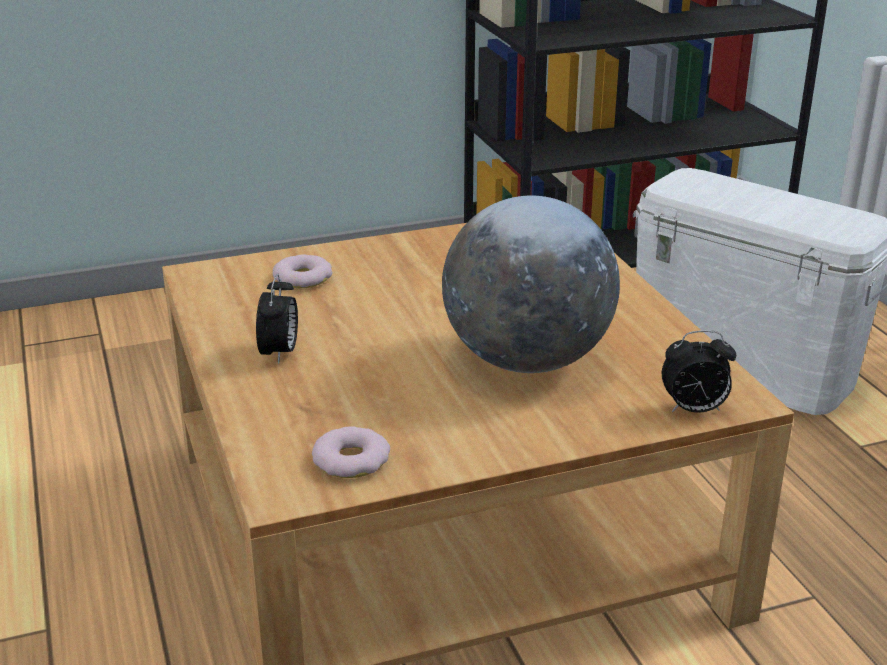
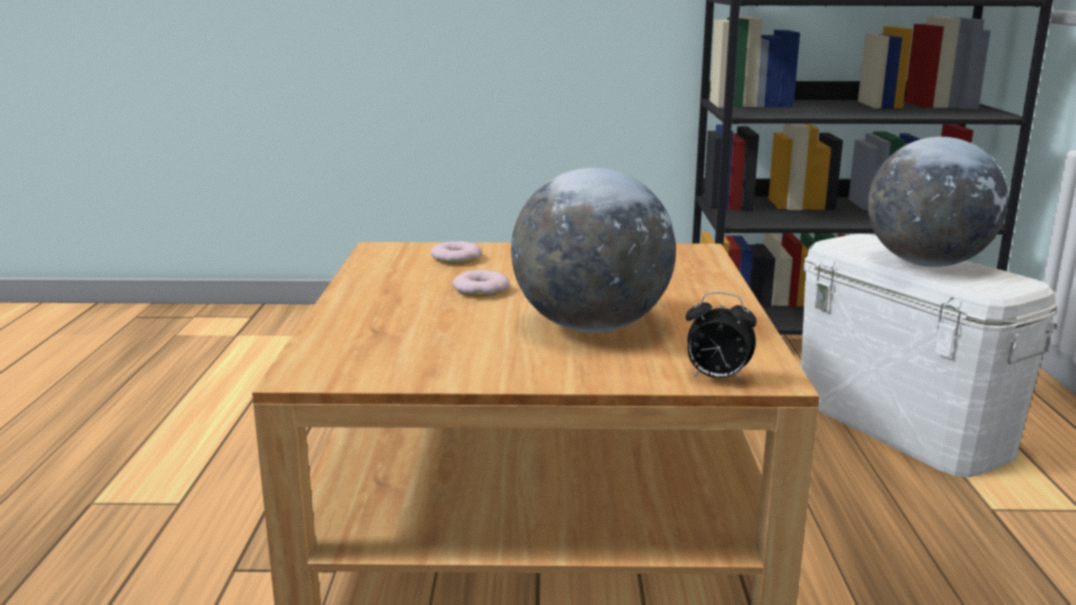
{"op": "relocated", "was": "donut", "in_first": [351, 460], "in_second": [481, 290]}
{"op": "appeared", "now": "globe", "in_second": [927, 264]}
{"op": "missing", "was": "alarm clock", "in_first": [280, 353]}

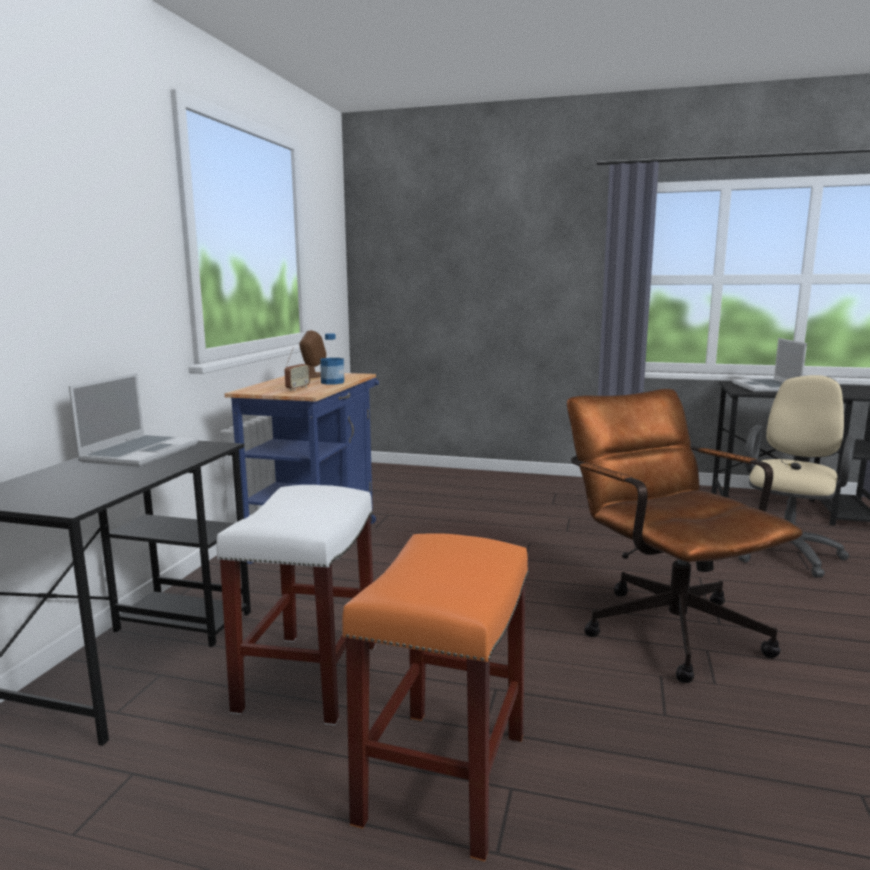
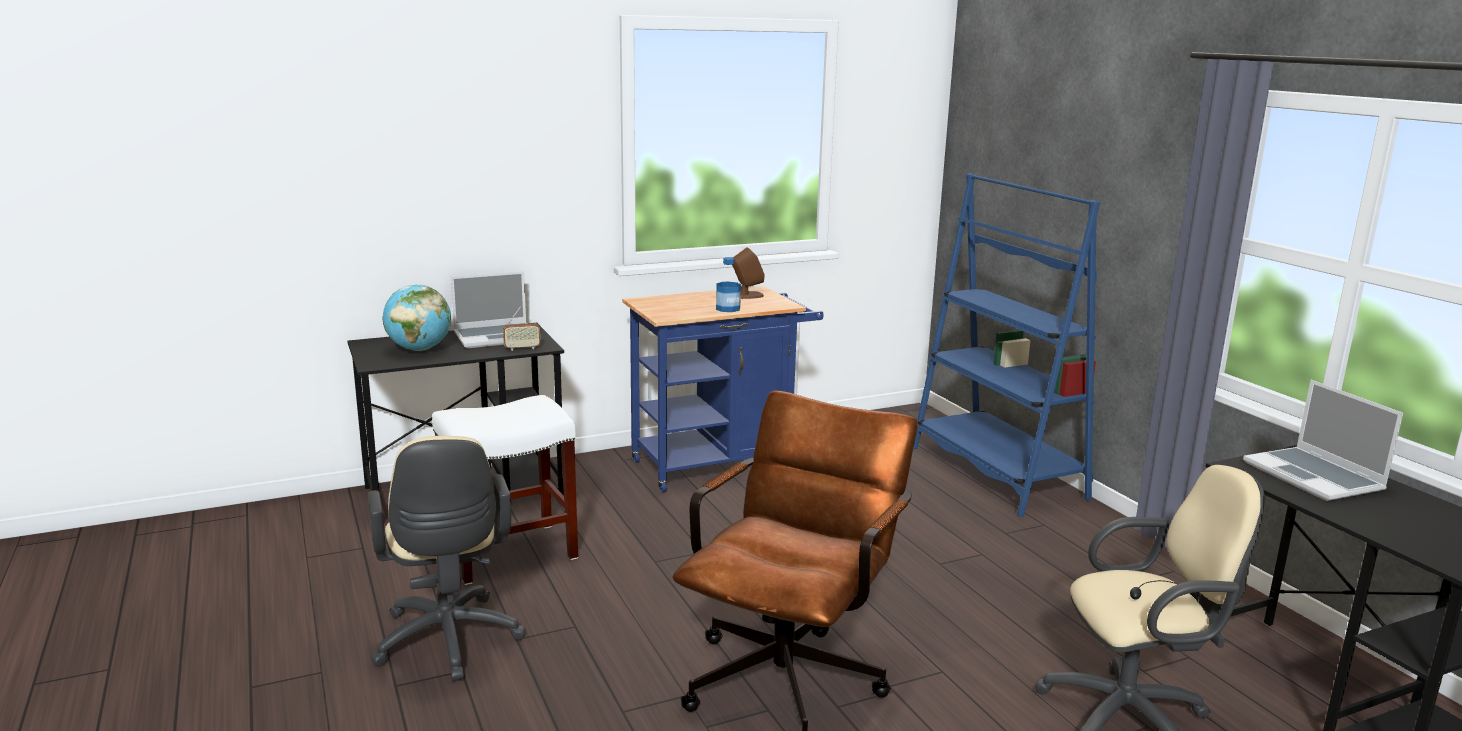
{"op": "exchanged", "was": "stool (orange)", "now": "office chair (beige)", "in_first": [444, 778], "in_second": [448, 643]}
{"op": "appeared", "now": "globe", "in_second": [419, 349]}
{"op": "relocated", "was": "radio", "in_first": [298, 389], "in_second": [522, 348]}
{"op": "appeared", "now": "bookcase (blue)", "in_second": [996, 473]}
{"op": "spun", "was": "laptop", "in_first": [767, 388], "in_second": [1315, 477], "clockwise": -75}

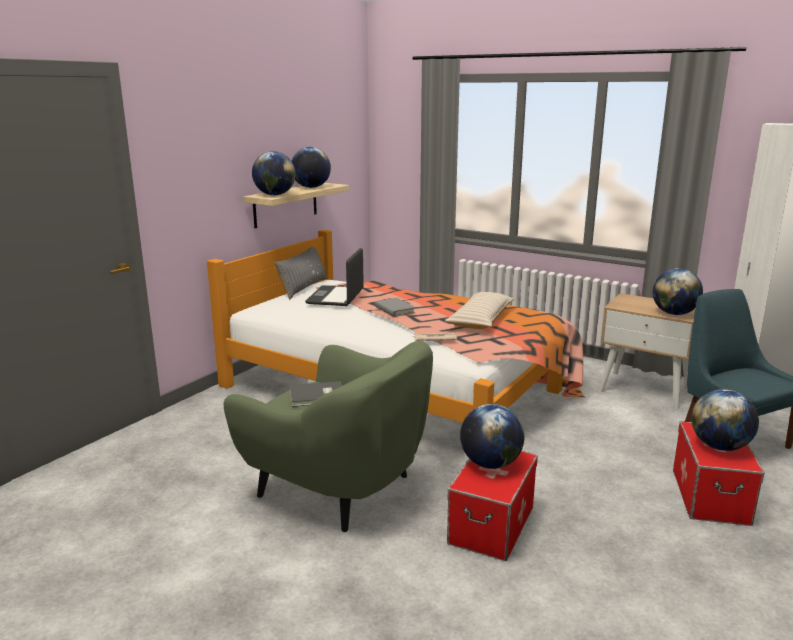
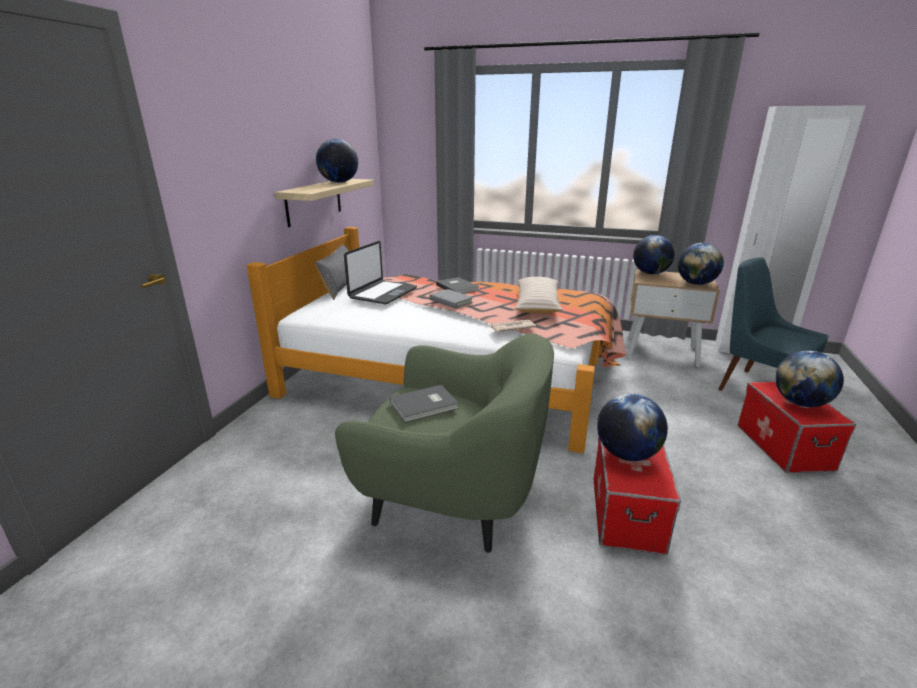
{"op": "spun", "was": "laptop", "in_first": [336, 297], "in_second": [382, 293], "clockwise": -150}
{"op": "appeared", "now": "book (grey)", "in_second": [458, 287]}
{"op": "relocated", "was": "globe", "in_first": [275, 195], "in_second": [650, 273]}

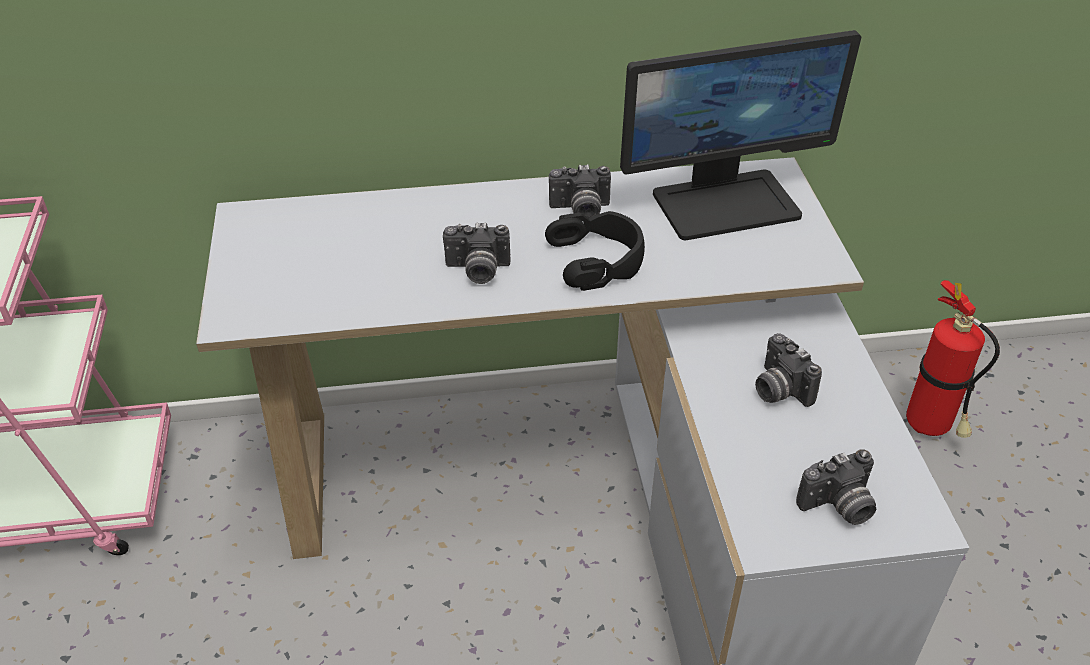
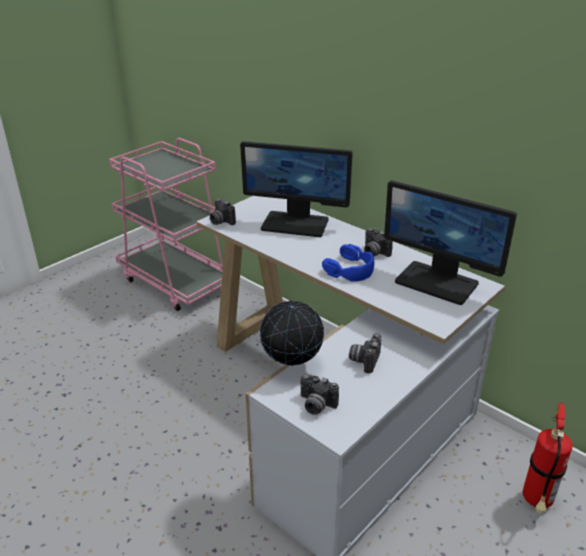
{"op": "relocated", "was": "photo camera", "in_first": [477, 271], "in_second": [221, 221]}
{"op": "appeared", "now": "monitor", "in_second": [296, 223]}
{"op": "appeared", "now": "globe", "in_second": [291, 364]}
{"op": "colour", "was": "headphones (black)", "now": "headphones (blue)", "in_first": [598, 260], "in_second": [350, 269]}

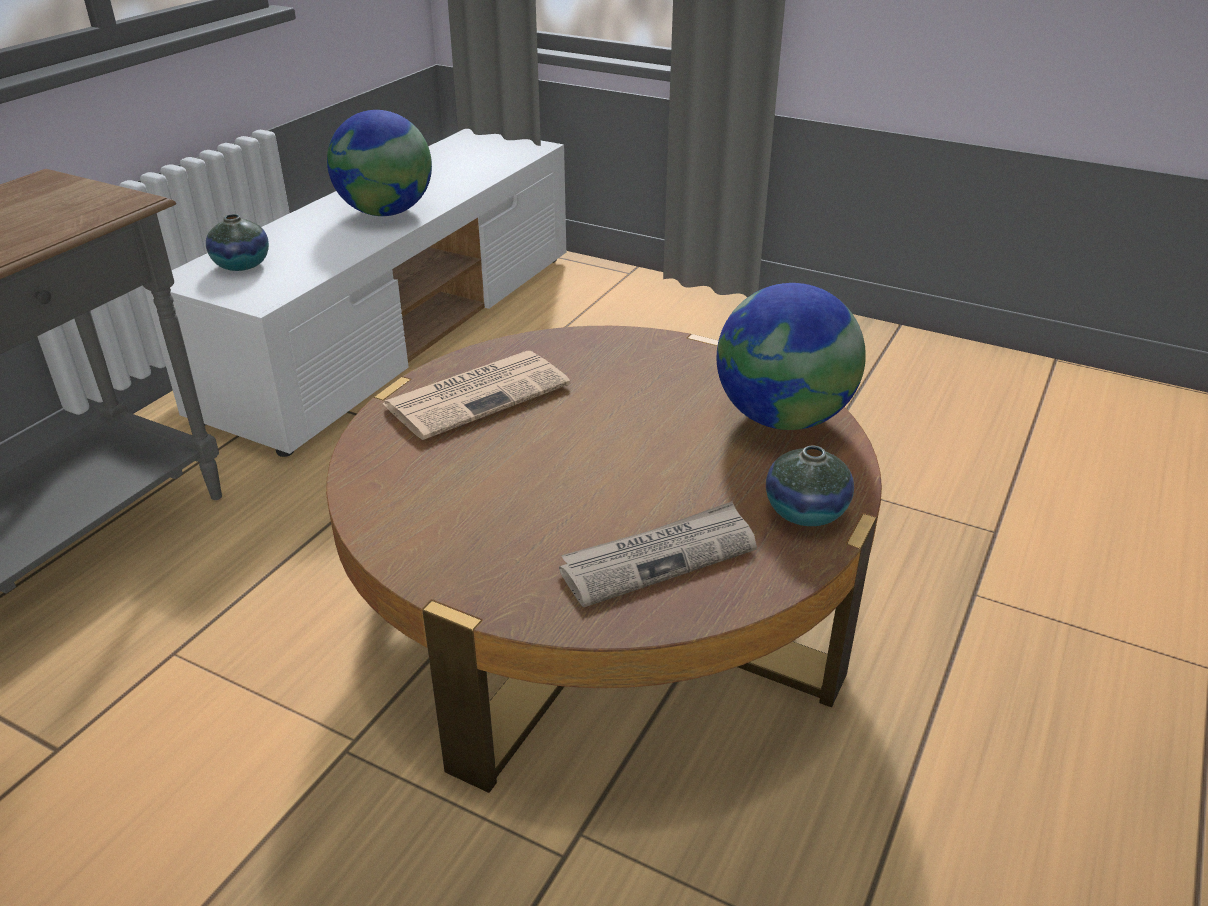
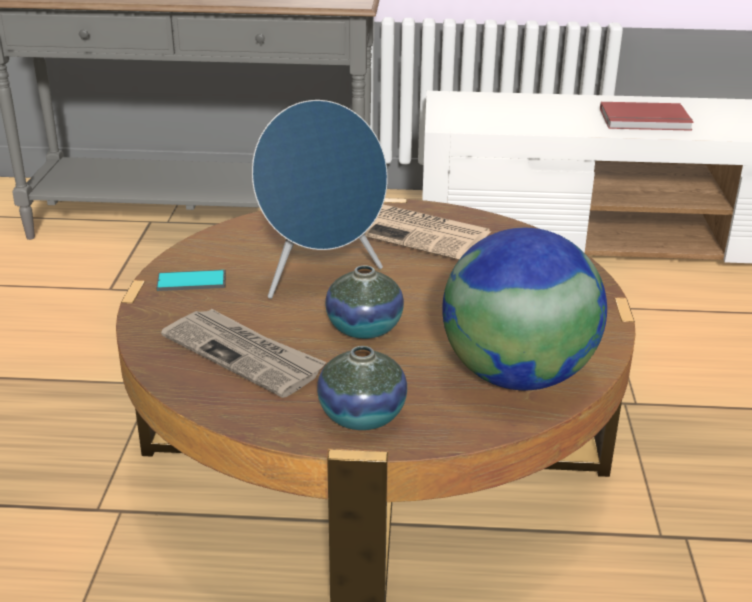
{"op": "appeared", "now": "phone", "in_second": [191, 281]}
{"op": "appeared", "now": "speaker (blue)", "in_second": [320, 277]}
{"op": "relocated", "was": "vase", "in_first": [242, 265], "in_second": [364, 329]}
{"op": "exchanged", "was": "globe", "now": "book (red)", "in_first": [386, 212], "in_second": [645, 121]}

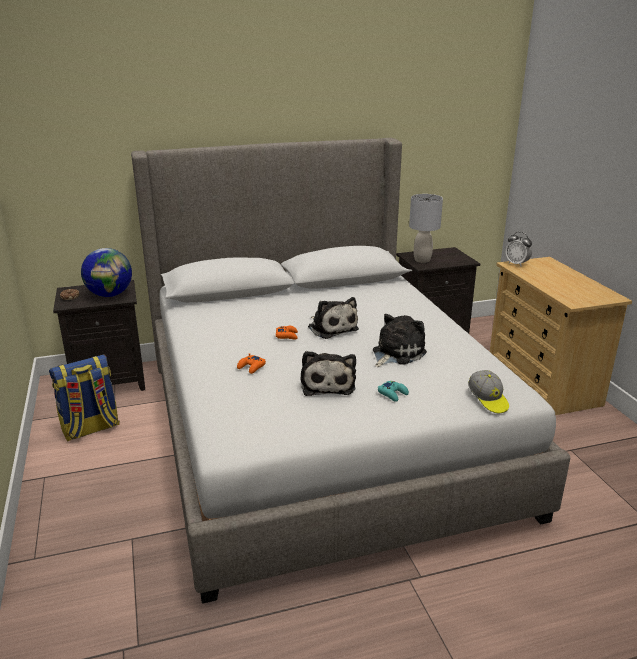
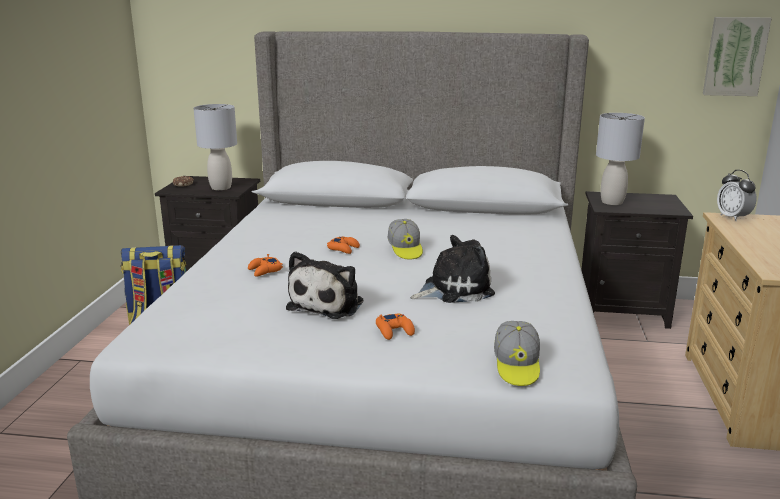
{"op": "exchanged", "was": "globe", "now": "table lamp (grey)", "in_first": [110, 295], "in_second": [221, 187]}
{"op": "colour", "was": "game controller (turquoise)", "now": "game controller (orange)", "in_first": [393, 394], "in_second": [394, 331]}
{"op": "exchanged", "was": "plush toy", "now": "cap", "in_first": [331, 328], "in_second": [405, 250]}
{"op": "appeared", "now": "picture", "in_second": [734, 56]}

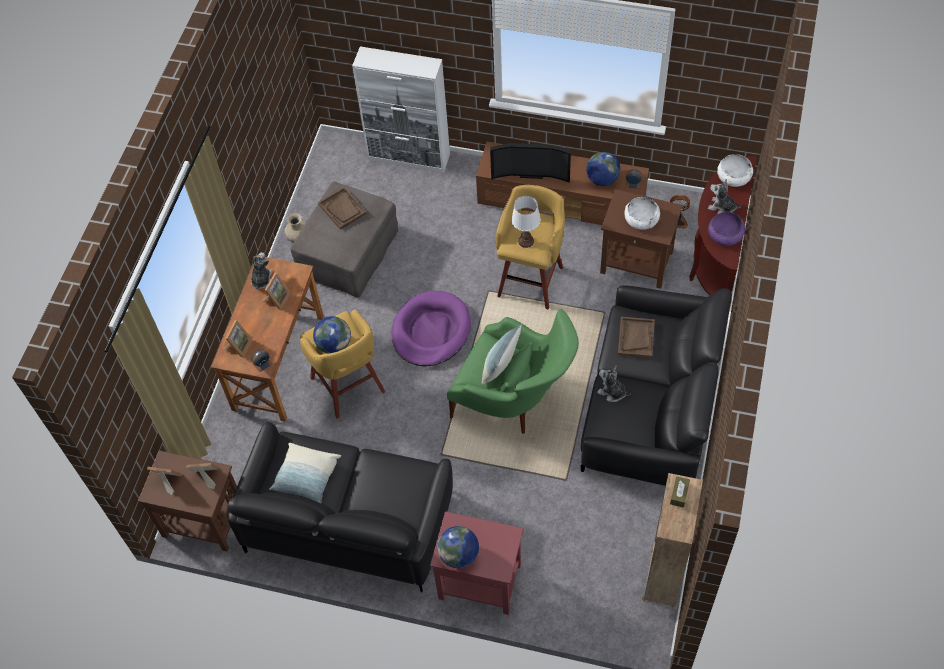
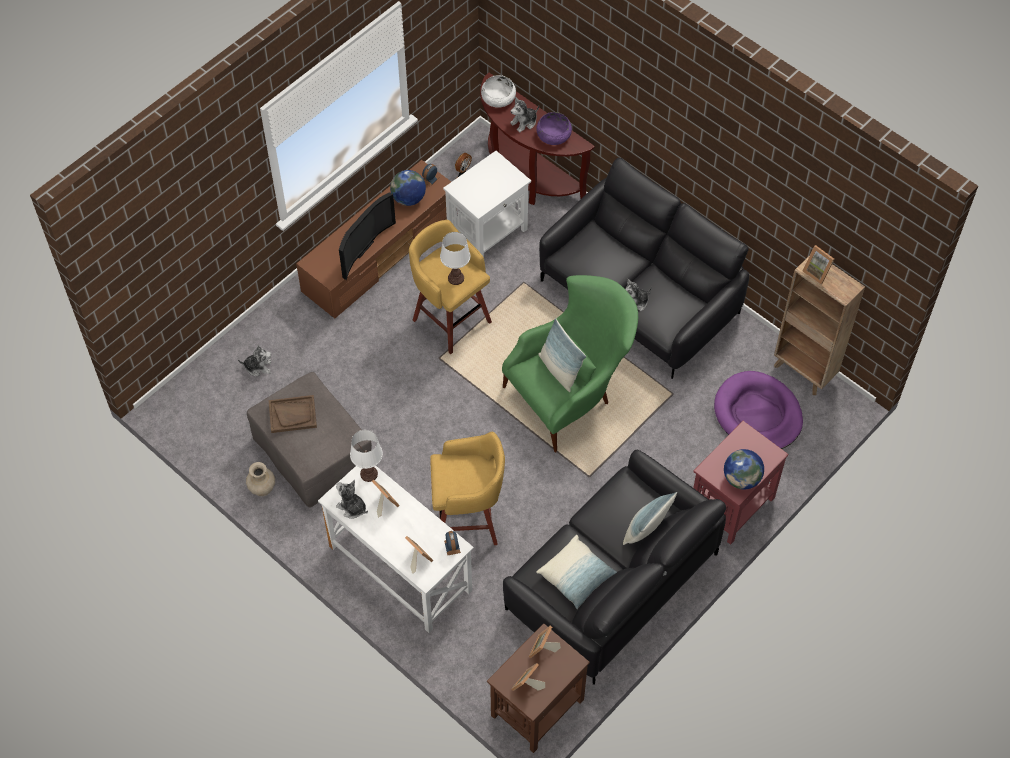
{"op": "appeared", "now": "plush toy", "in_second": [258, 367]}
{"op": "colour", "was": "desk (brown)", "now": "desk (white)", "in_first": [278, 362], "in_second": [399, 569]}
{"op": "appeared", "now": "table lamp (white)", "in_second": [369, 474]}
{"op": "colour", "was": "side table (brown)", "now": "side table (white)", "in_first": [636, 262], "in_second": [488, 233]}
{"op": "appeared", "now": "pillow", "in_second": [646, 529]}
{"op": "relocated", "was": "dog bed (purple)", "in_first": [431, 331], "in_second": [757, 414]}
{"op": "exchanged", "was": "tissue box (brown)", "now": "picture frame", "in_first": [679, 494], "in_second": [817, 272]}
{"op": "missing", "was": "globe", "in_first": [334, 344]}
{"op": "missing", "was": "cabinet (white)", "in_first": [409, 157]}
{"op": "missing", "was": "tray (brown)", "in_first": [636, 338]}
{"op": "missing", "was": "bowl (white)", "in_first": [641, 219]}

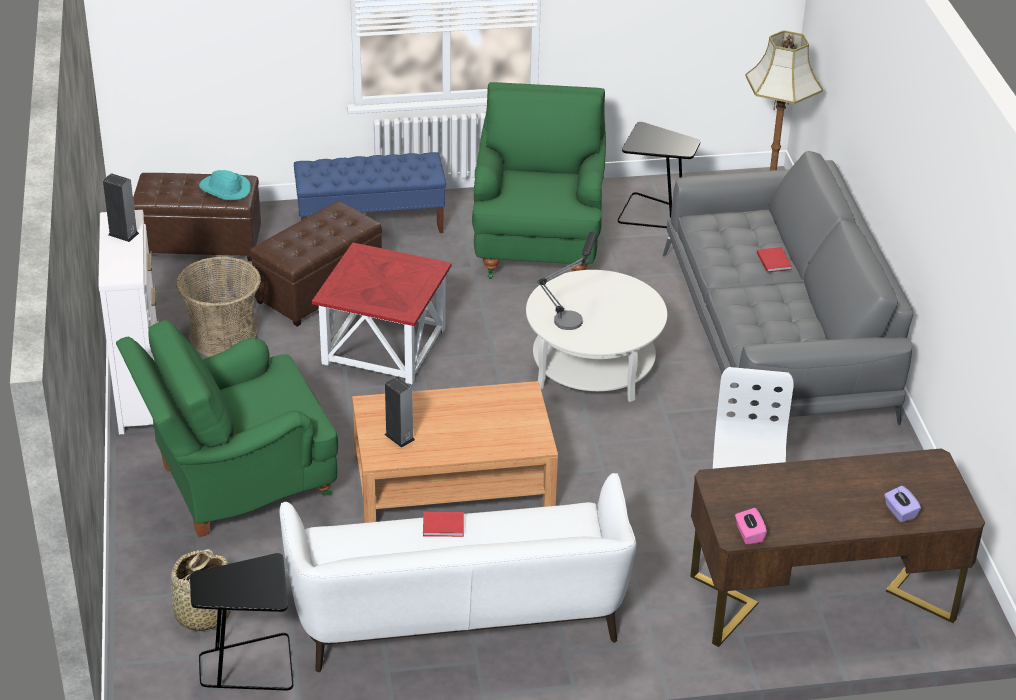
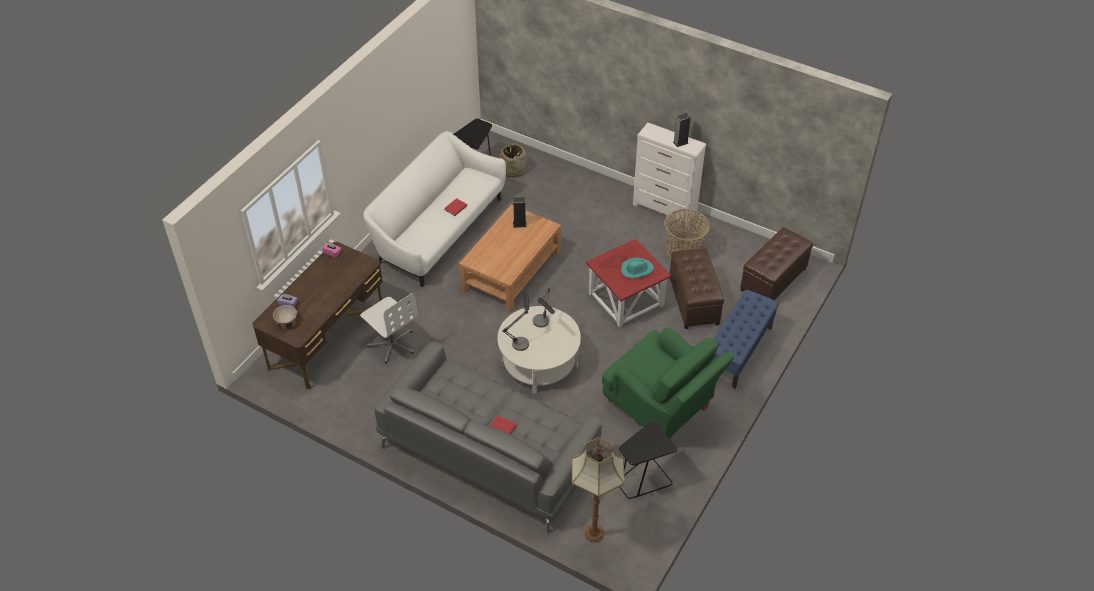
{"op": "appeared", "now": "bowl (beige)", "in_second": [287, 323]}
{"op": "appeared", "now": "table lamp", "in_second": [521, 340]}
{"op": "relocated", "was": "hat (turquoise)", "in_first": [224, 189], "in_second": [637, 269]}
{"op": "missing", "was": "armchair (green)", "in_first": [237, 485]}

